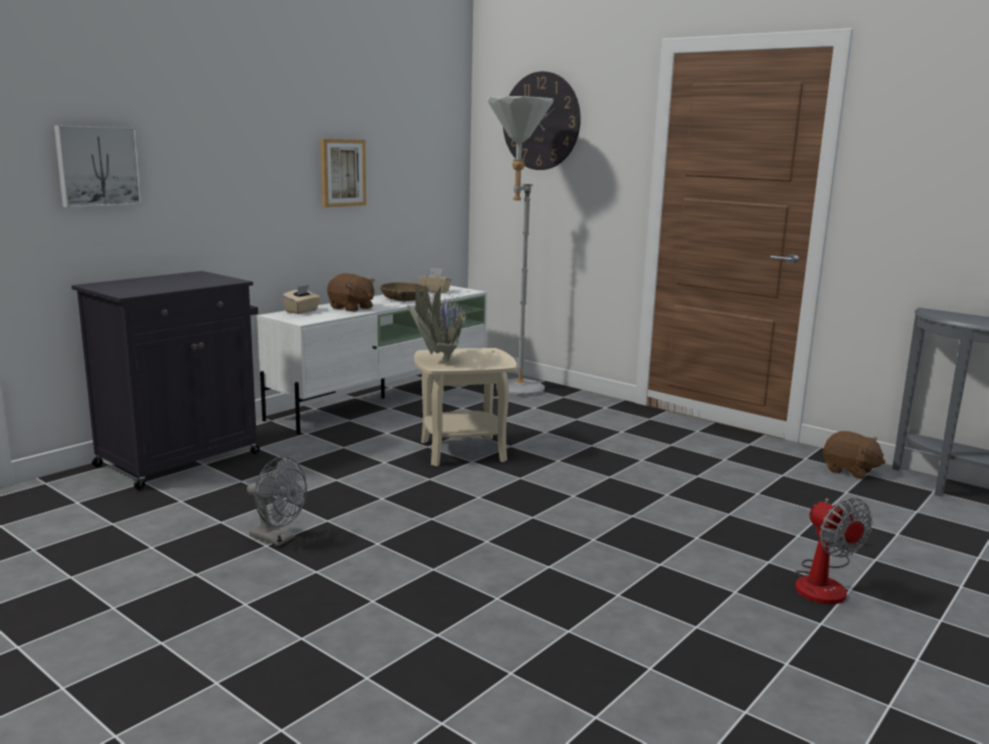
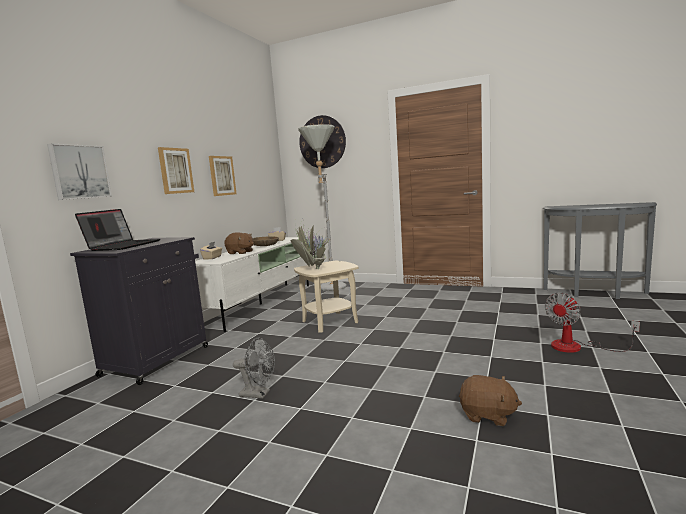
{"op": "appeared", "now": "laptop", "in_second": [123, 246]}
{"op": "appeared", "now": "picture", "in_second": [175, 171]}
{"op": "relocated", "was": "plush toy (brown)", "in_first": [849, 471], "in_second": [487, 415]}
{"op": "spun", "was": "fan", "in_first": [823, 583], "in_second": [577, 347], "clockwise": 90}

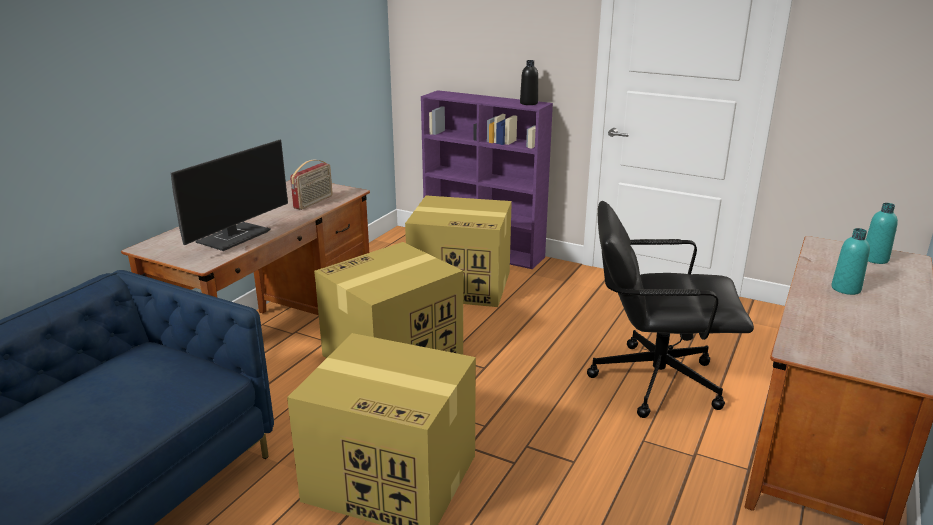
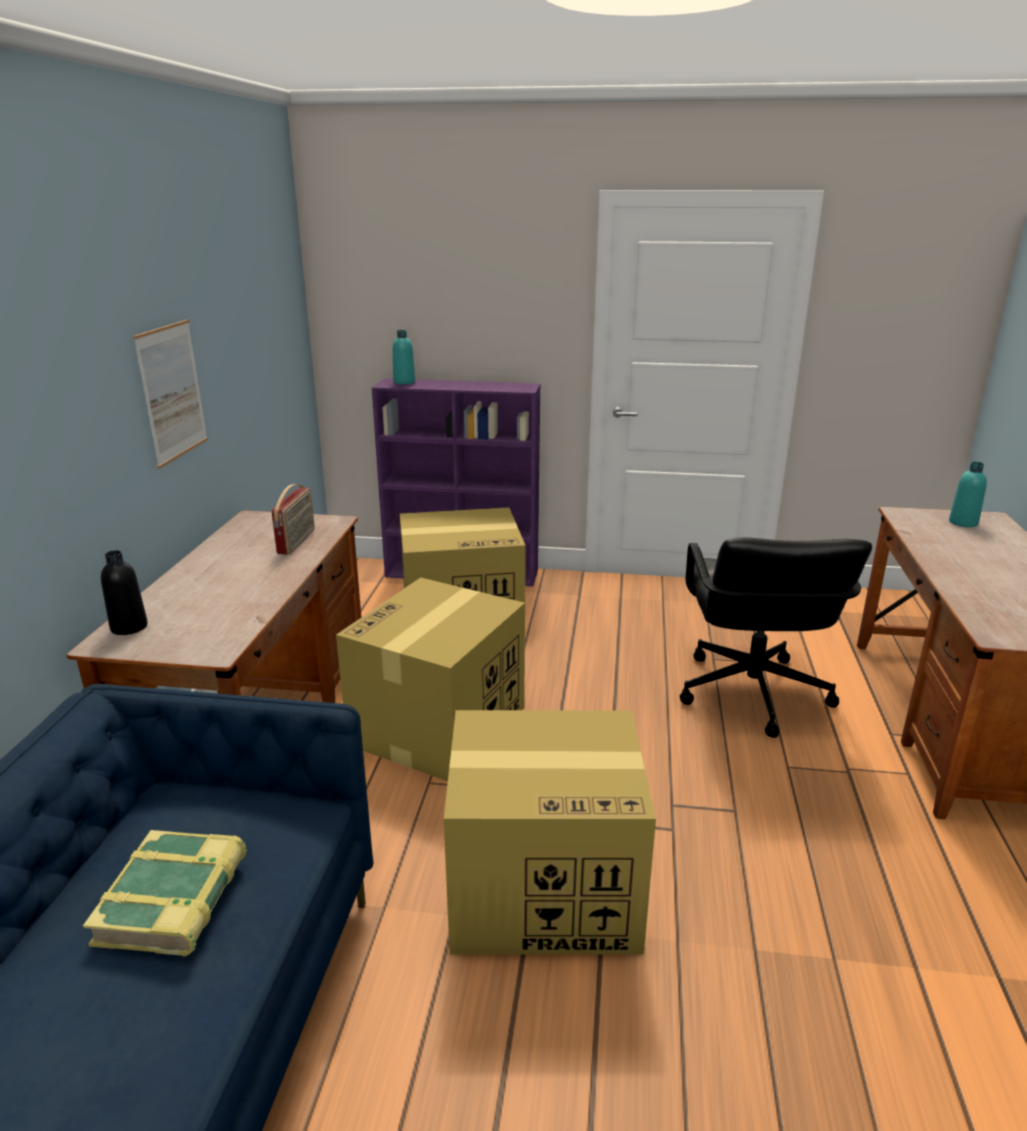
{"op": "appeared", "now": "book", "in_second": [174, 900]}
{"op": "relocated", "was": "bottle (black)", "in_first": [528, 103], "in_second": [129, 627]}
{"op": "appeared", "now": "picture", "in_second": [172, 392]}
{"op": "relocated", "was": "bottle (turquoise)", "in_first": [845, 289], "in_second": [404, 382]}
{"op": "spun", "was": "office chair (black)", "in_first": [654, 380], "in_second": [751, 693], "clockwise": -75}
{"op": "missing", "was": "monitor", "in_first": [235, 236]}

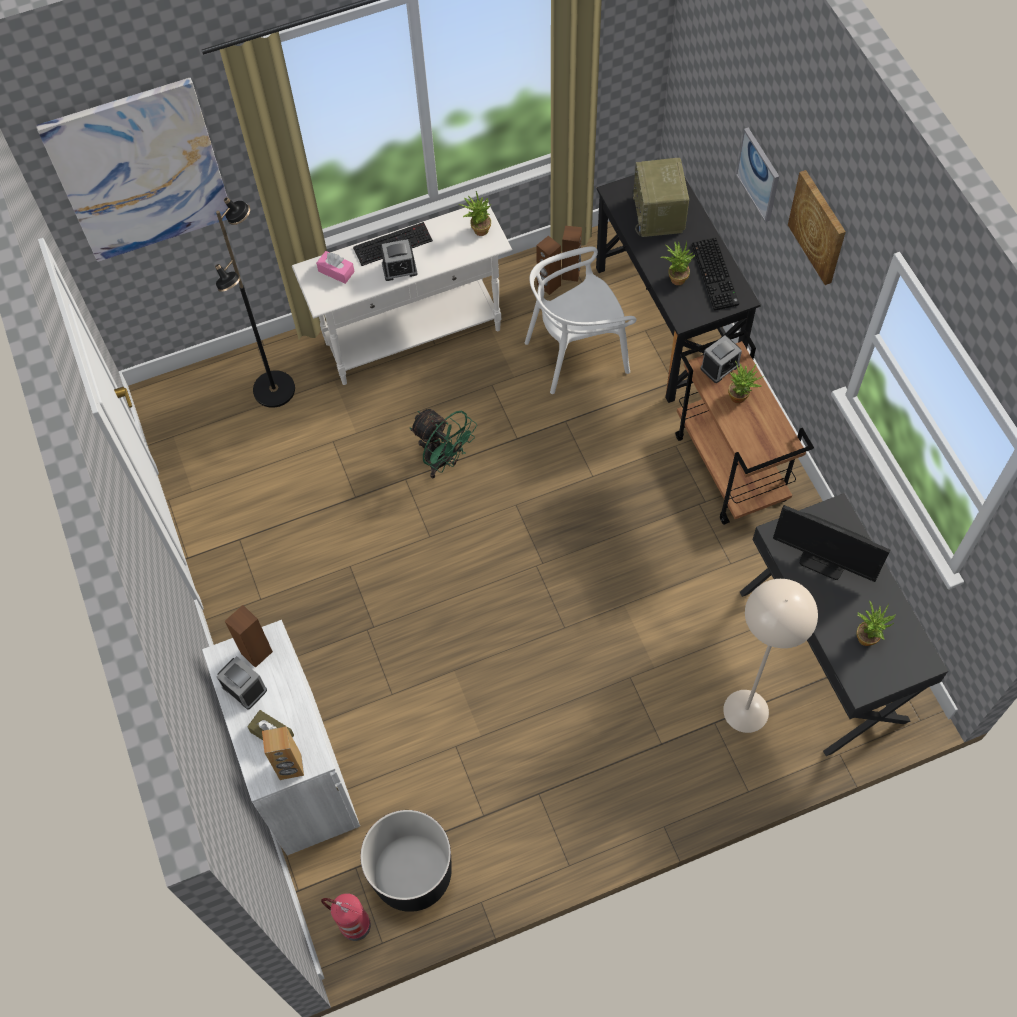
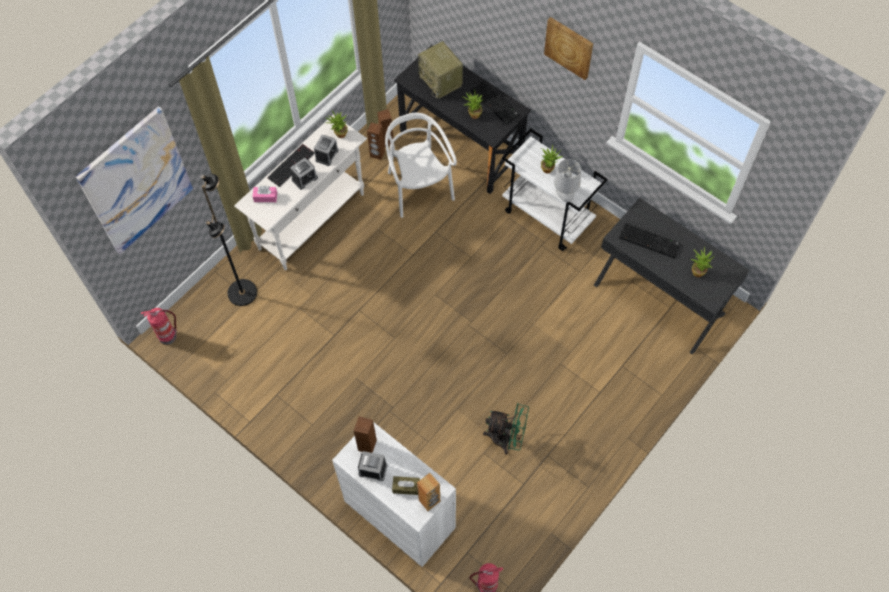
{"op": "appeared", "now": "fire extinguisher", "in_second": [168, 336]}
{"op": "relocated", "was": "alarm clock", "in_first": [720, 367], "in_second": [327, 155]}
{"op": "spun", "was": "chair (white)", "in_first": [577, 353], "in_second": [419, 188], "clockwise": 120}
{"op": "relocated", "was": "fan (green)", "in_first": [443, 461], "in_second": [506, 438]}
{"op": "colour", "was": "cart (brown)", "now": "cart (white)", "in_first": [731, 469], "in_second": [548, 216]}
{"op": "appeared", "now": "table lamp (grey)", "in_second": [564, 195]}
{"op": "exchanged", "was": "monitor", "now": "keyboard", "in_first": [823, 561], "in_second": [650, 240]}
{"op": "missing", "was": "planter (black)", "in_first": [412, 873]}
{"op": "missing", "was": "floor lamp (beige)", "in_first": [745, 711]}
{"op": "missing", "was": "picture", "in_first": [759, 174]}

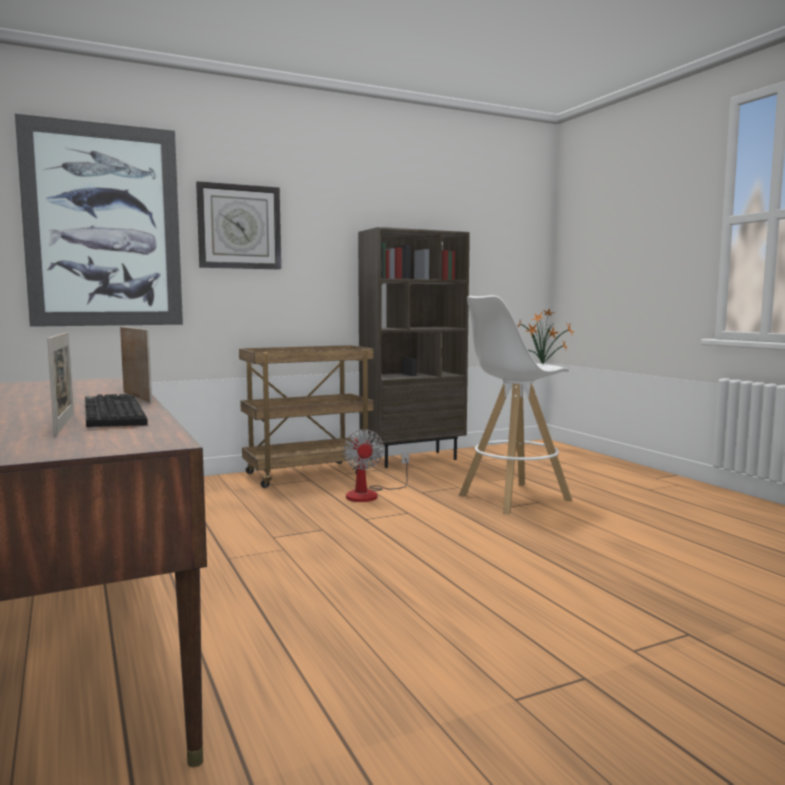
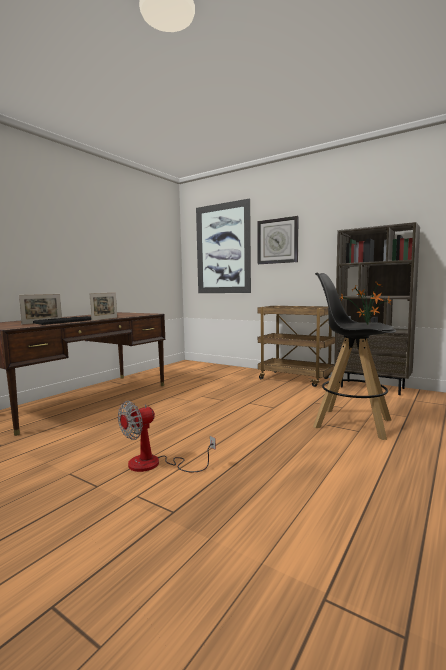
{"op": "relocated", "was": "fan", "in_first": [370, 494], "in_second": [155, 464]}
{"op": "colour", "was": "stool (white)", "now": "stool (black)", "in_first": [513, 498], "in_second": [351, 423]}

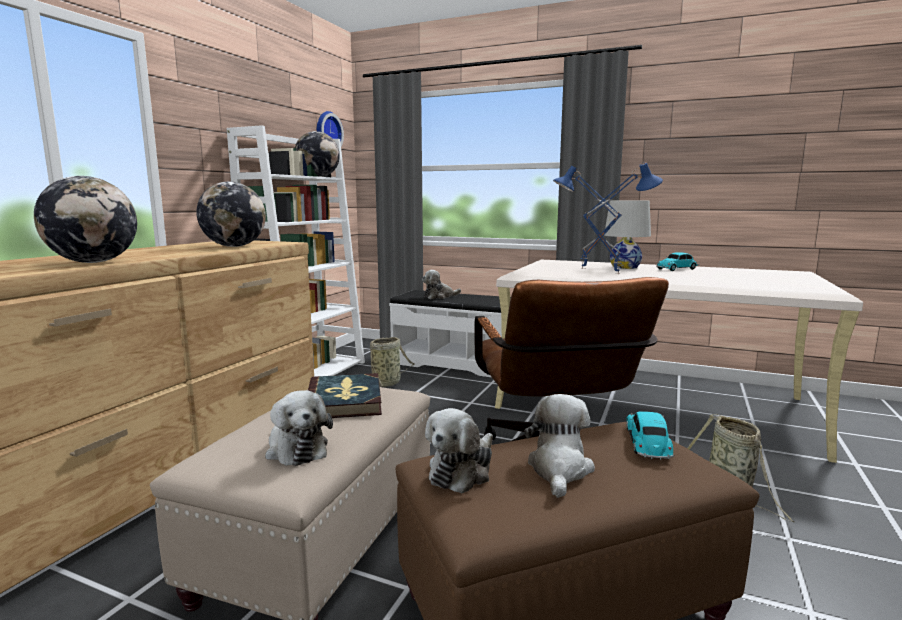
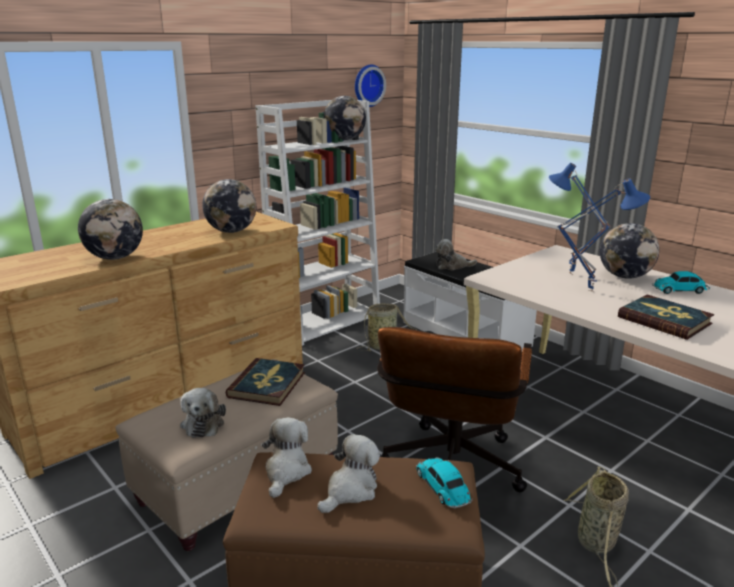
{"op": "spun", "was": "plush toy", "in_first": [462, 470], "in_second": [286, 472], "clockwise": 135}
{"op": "spun", "was": "toy car", "in_first": [648, 444], "in_second": [443, 488], "clockwise": -60}
{"op": "exchanged", "was": "table lamp (white)", "now": "globe", "in_first": [625, 267], "in_second": [624, 276]}
{"op": "appeared", "now": "book", "in_second": [664, 320]}

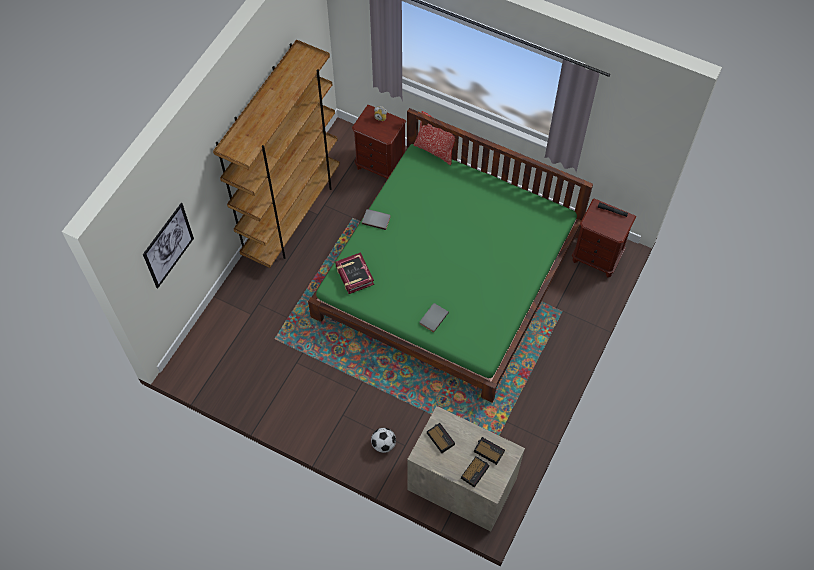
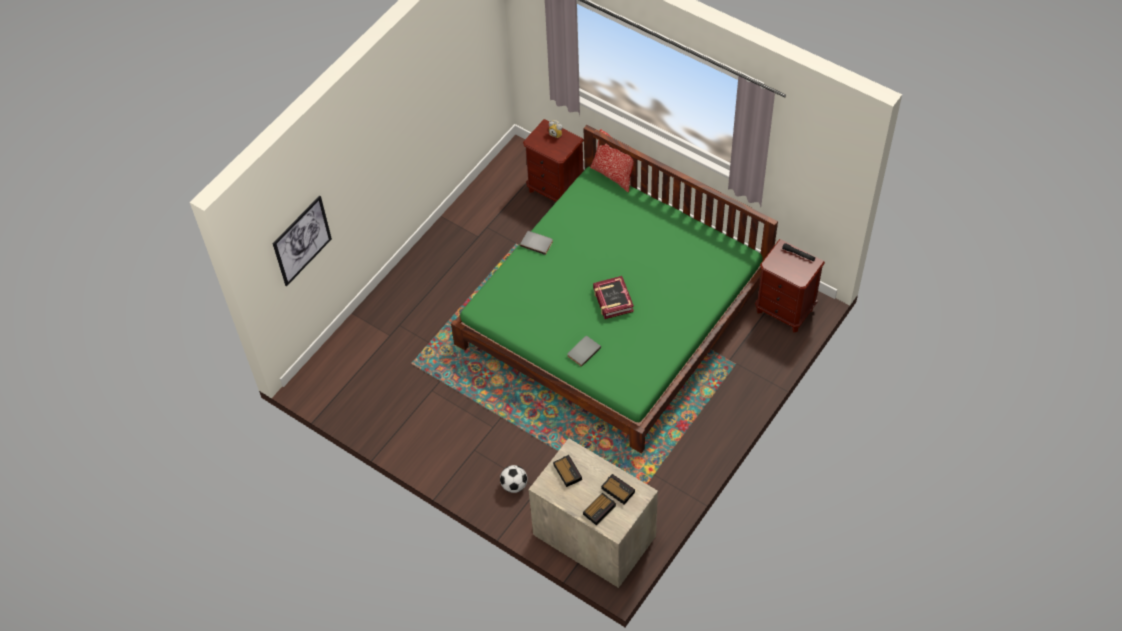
{"op": "relocated", "was": "book", "in_first": [354, 275], "in_second": [612, 300]}
{"op": "missing", "was": "bookcase (brown)", "in_first": [292, 215]}

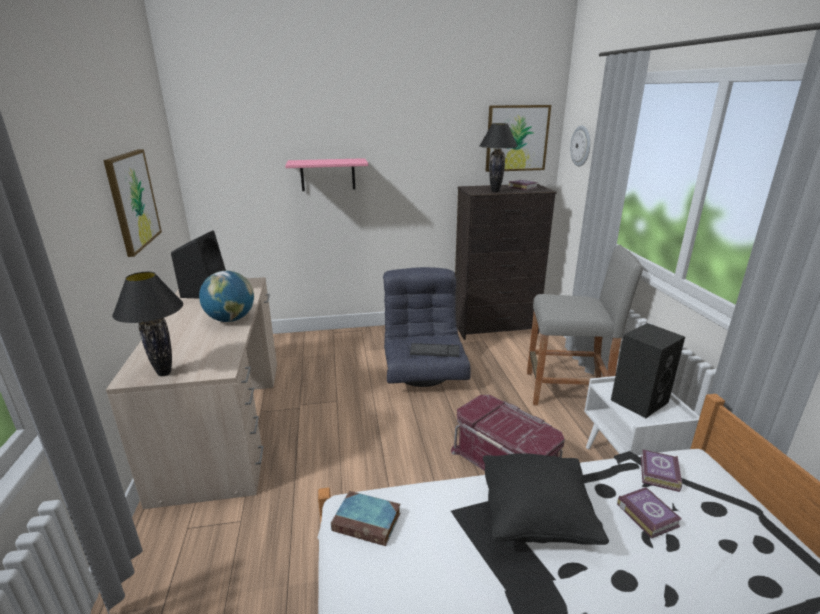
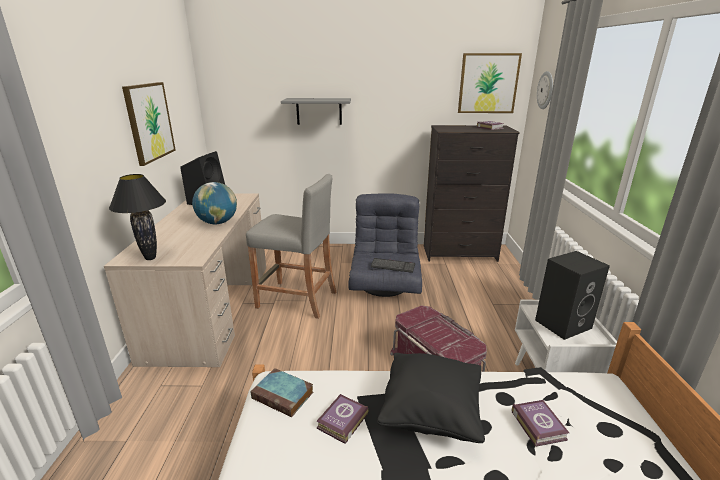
{"op": "relocated", "was": "stool (grey)", "in_first": [568, 390], "in_second": [297, 300]}
{"op": "colour", "was": "shelf (pink)", "now": "shelf (grey)", "in_first": [327, 174], "in_second": [319, 111]}
{"op": "relocated", "was": "book", "in_first": [658, 474], "in_second": [341, 421]}
{"op": "missing", "was": "table lamp (black)", "in_first": [495, 191]}

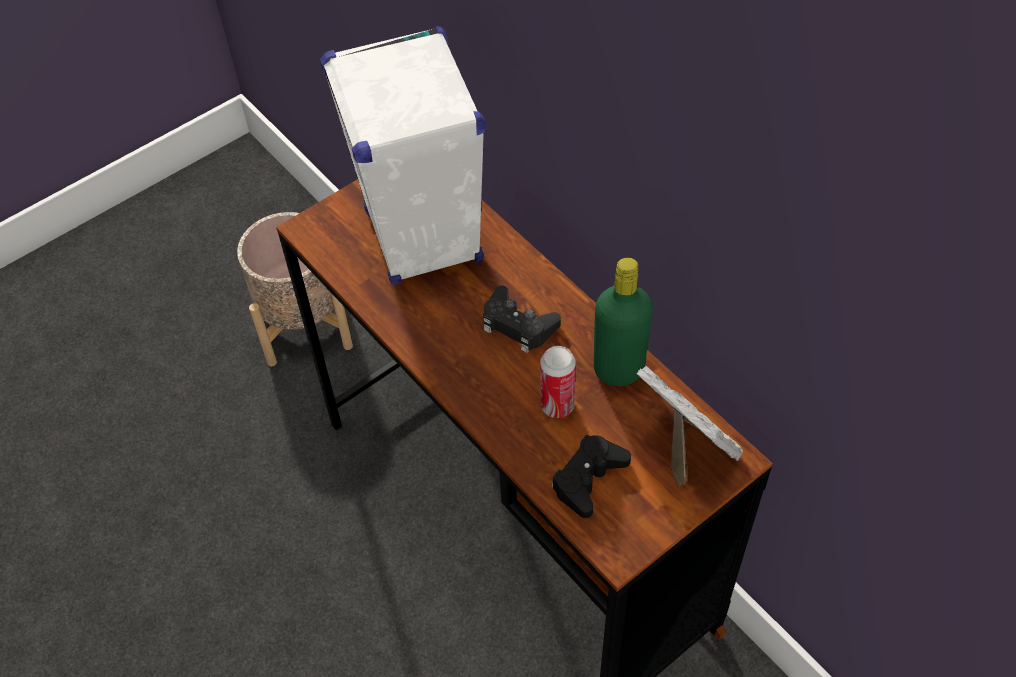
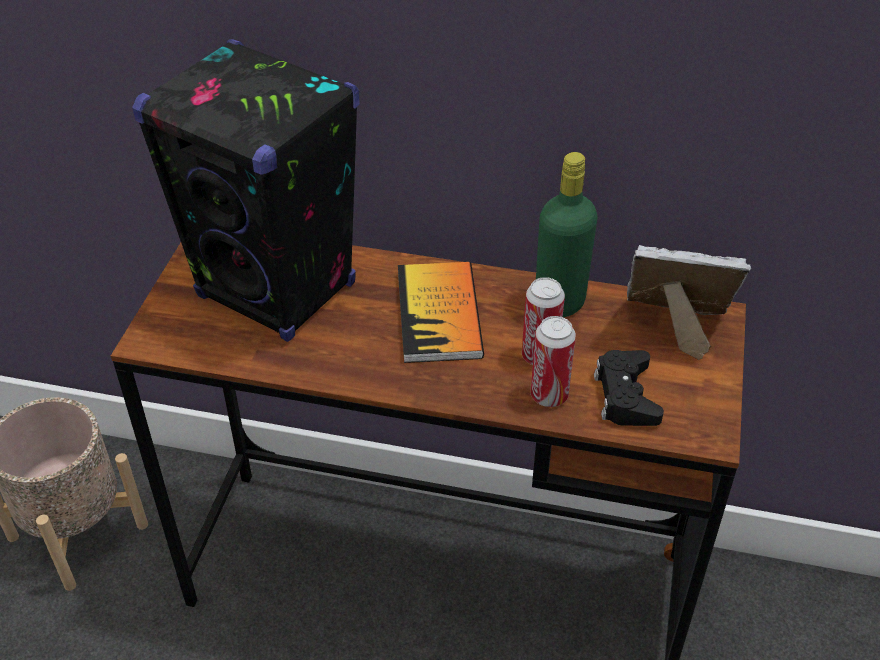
{"op": "colour", "was": "speaker (white)", "now": "speaker (black)", "in_first": [423, 237], "in_second": [277, 291]}
{"op": "exchanged", "was": "game controller (black)", "now": "book", "in_first": [518, 325], "in_second": [439, 314]}
{"op": "appeared", "now": "can", "in_second": [549, 396]}

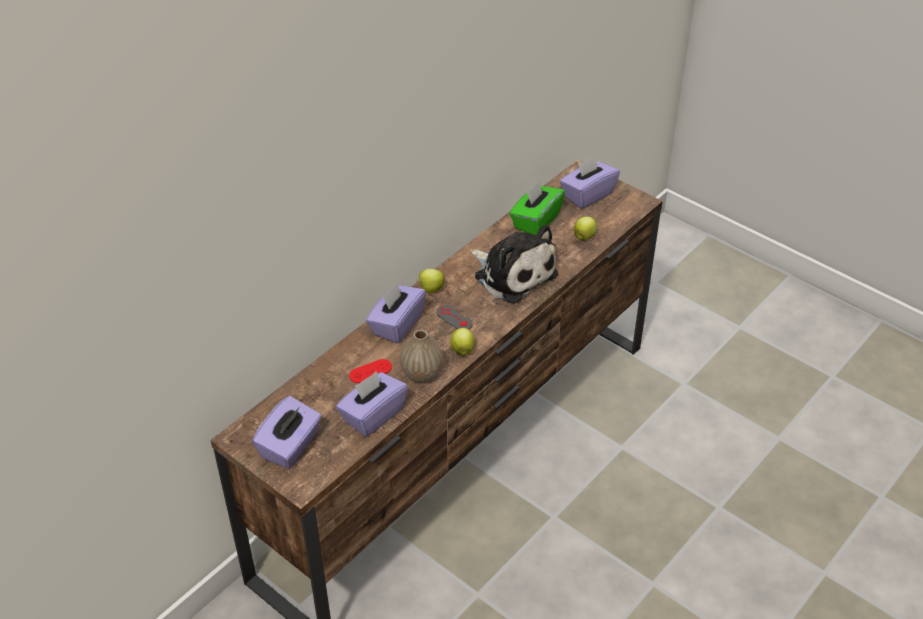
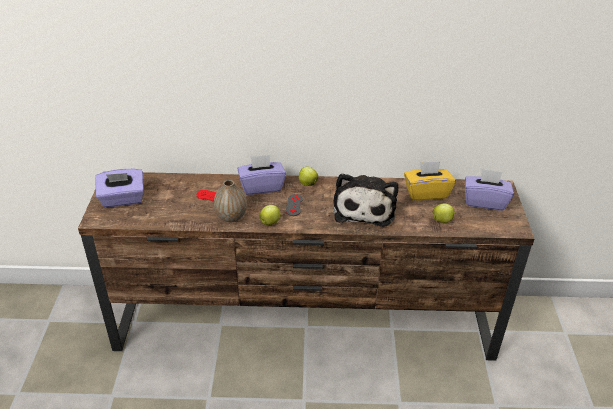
{"op": "colour", "was": "tissue box (green)", "now": "tissue box (yellow)", "in_first": [536, 221], "in_second": [426, 193]}
{"op": "missing", "was": "tissue box (purple)", "in_first": [372, 415]}

